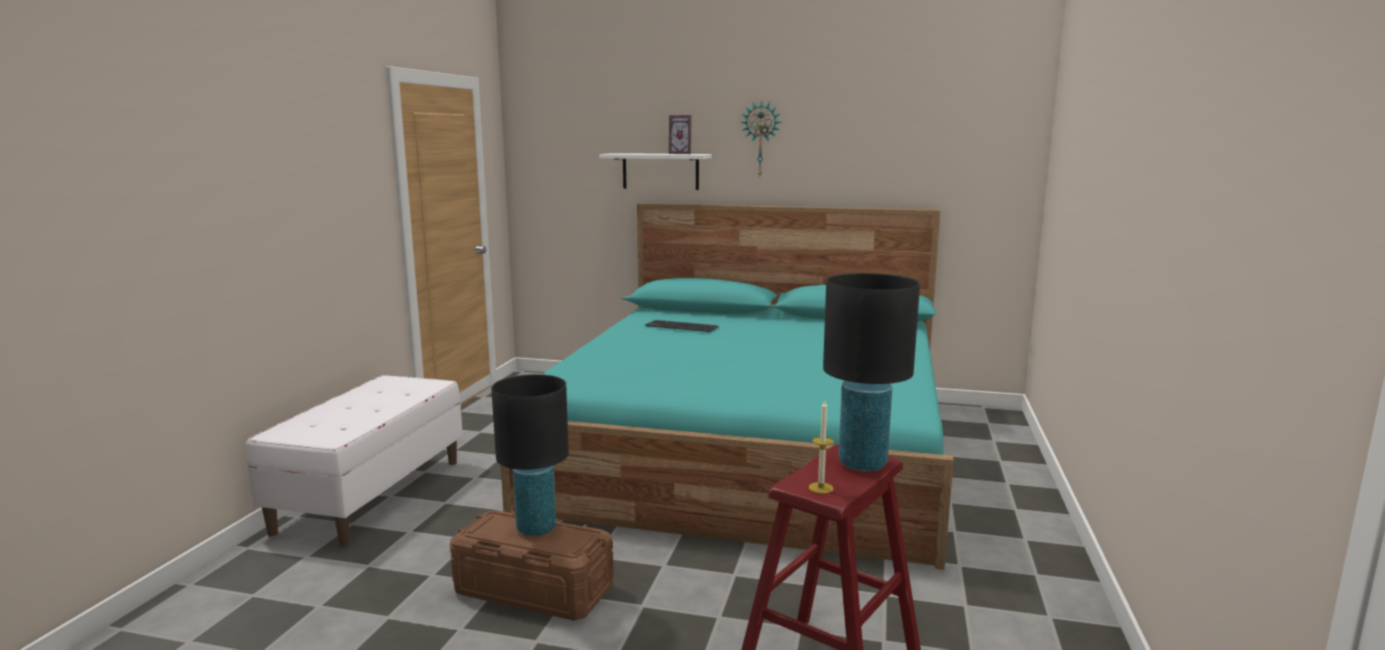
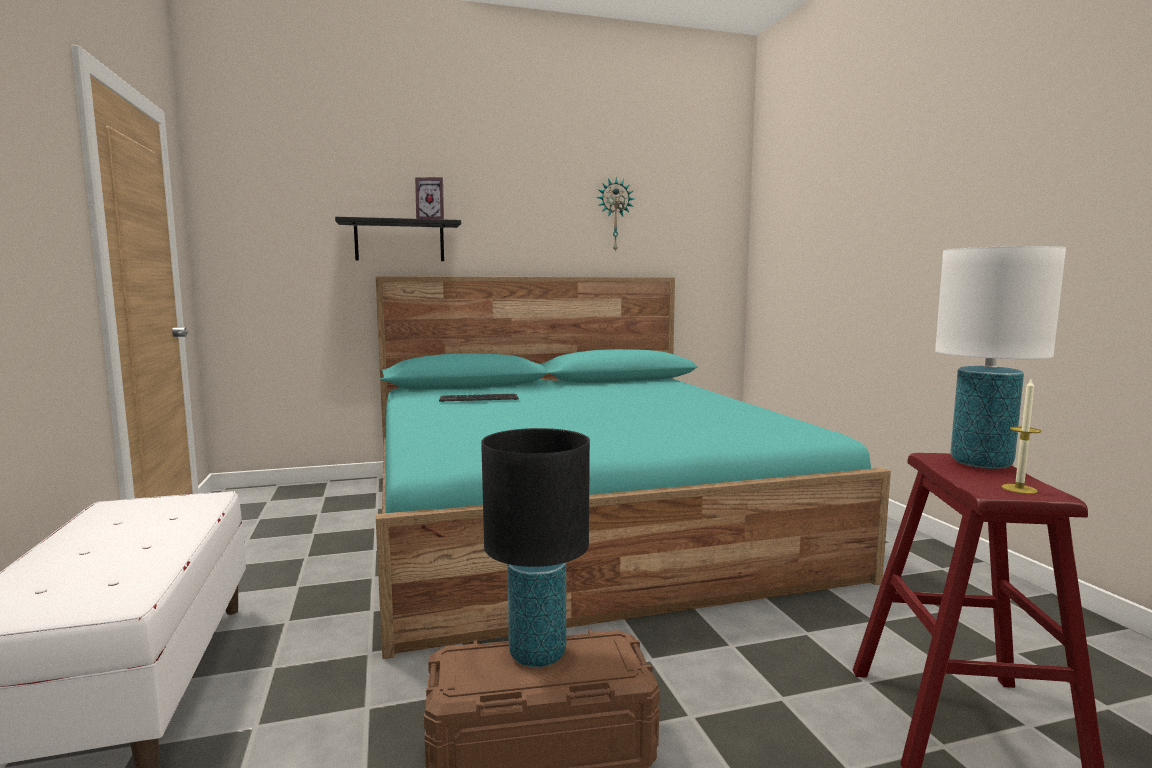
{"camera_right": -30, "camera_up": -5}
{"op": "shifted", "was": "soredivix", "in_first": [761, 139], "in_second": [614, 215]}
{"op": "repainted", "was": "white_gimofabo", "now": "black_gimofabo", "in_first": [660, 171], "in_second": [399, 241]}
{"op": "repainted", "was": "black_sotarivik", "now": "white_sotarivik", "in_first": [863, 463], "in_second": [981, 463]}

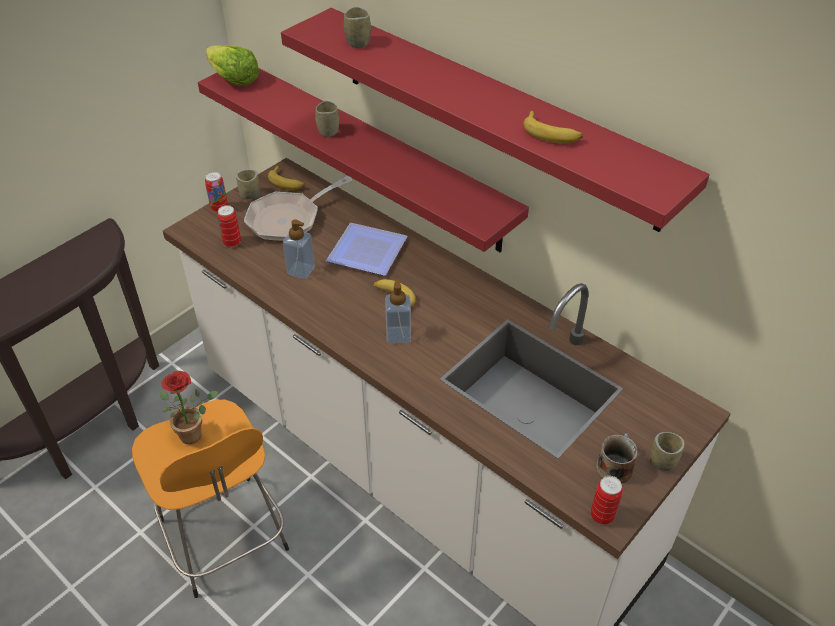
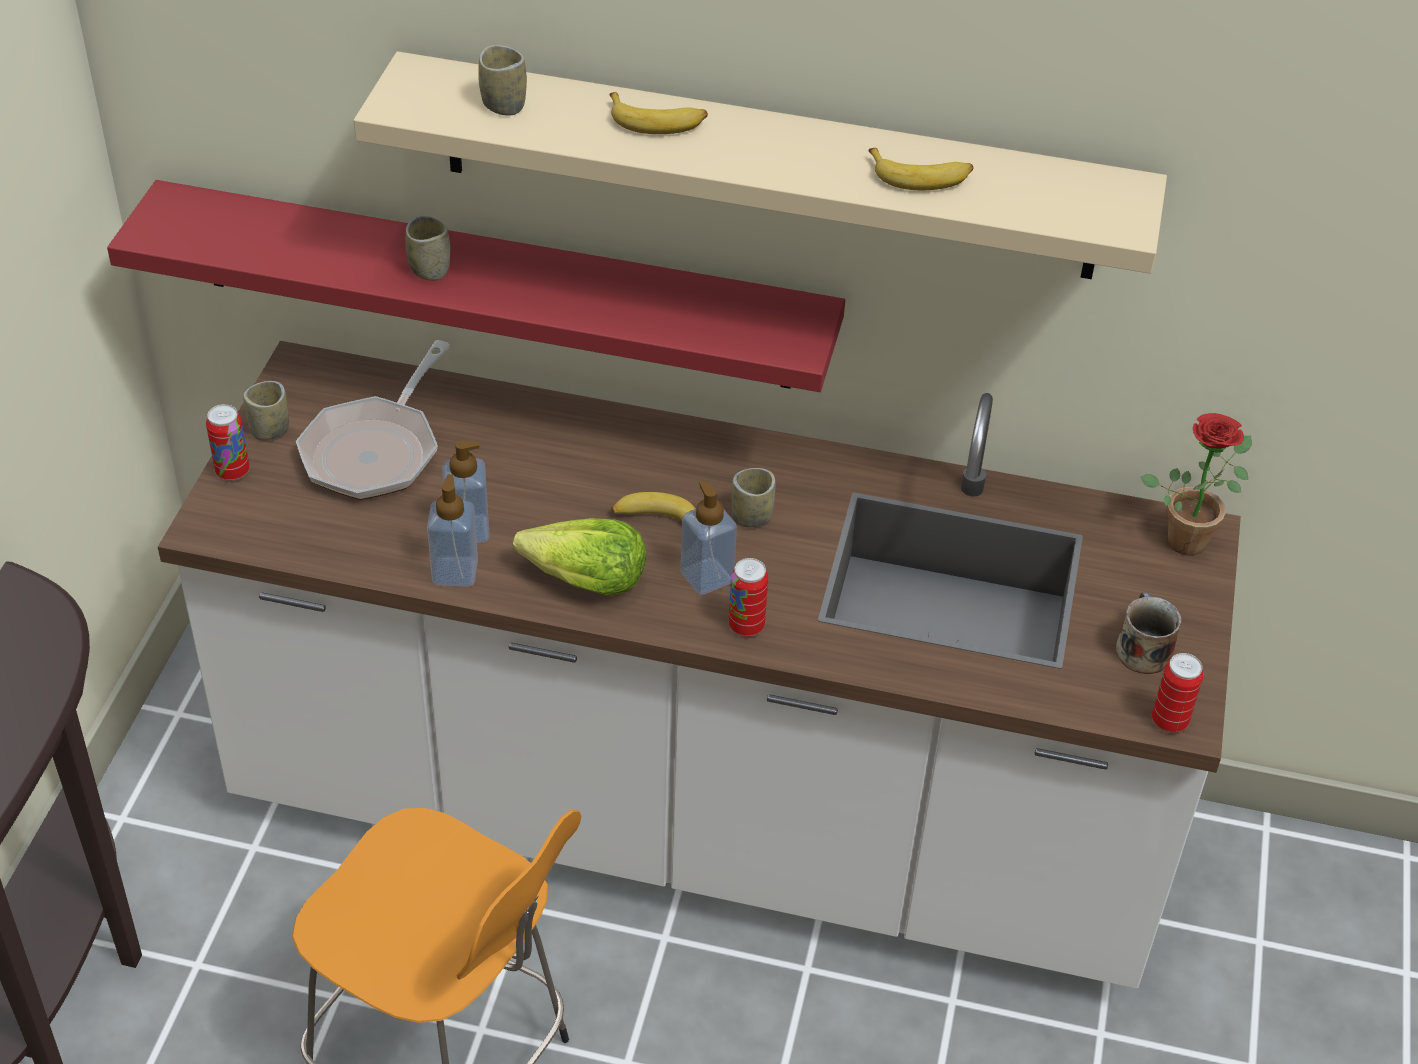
{"camera_right": -30, "camera_up": 0}
{"op": "repainted", "was": "red_gimofabo", "now": "beige_gimofabo", "in_first": [494, 115], "in_second": [768, 167]}
{"op": "shifted", "was": "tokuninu", "in_first": [233, 79], "in_second": [585, 581]}
{"op": "shifted", "was": "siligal", "in_first": [287, 182], "in_second": [657, 121]}
{"op": "shifted", "was": "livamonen", "in_first": [232, 242], "in_second": [746, 626]}
{"op": "gone", "was": "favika", "in_first": [364, 253]}
{"op": "shifted", "was": "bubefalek", "in_first": [195, 433], "in_second": [1189, 536]}
{"op": "shifted", "was": "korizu", "in_first": [662, 462], "in_second": [751, 517]}
{"op": "new", "now": "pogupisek", "in_second": [455, 572]}

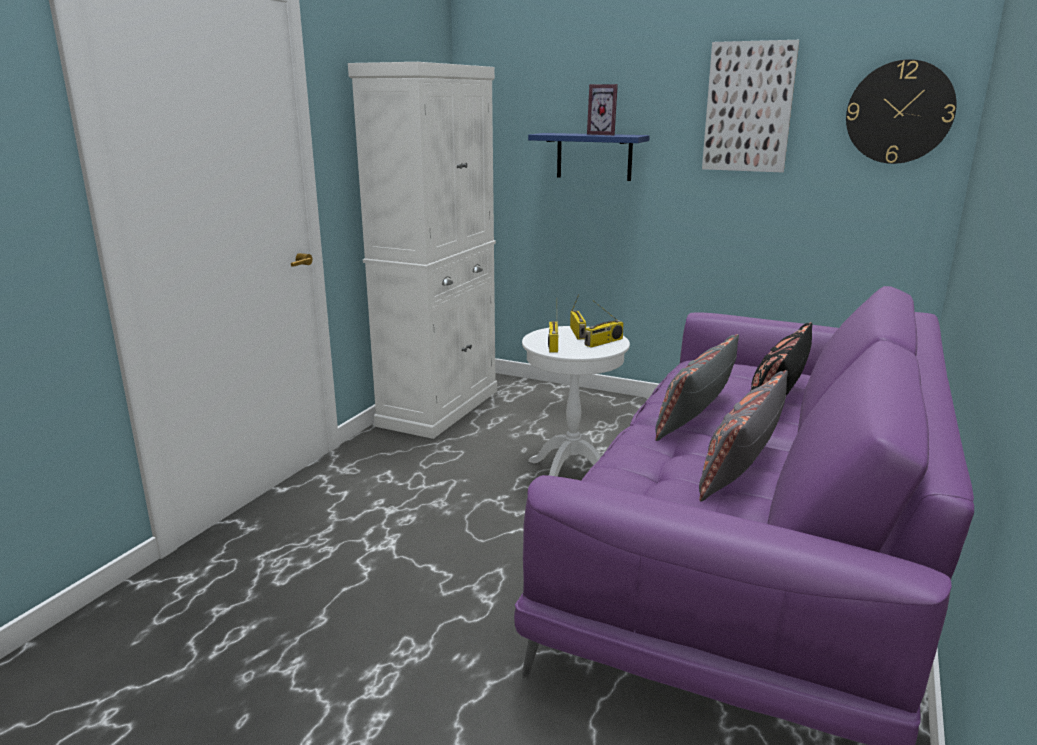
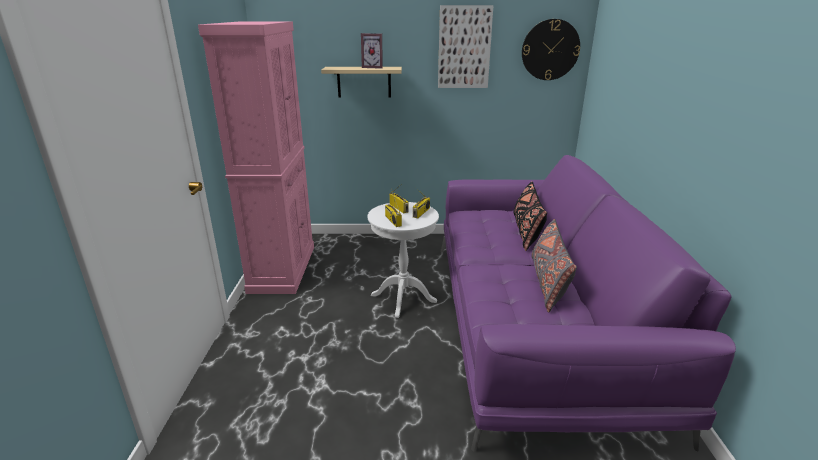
{"camera_right": -25, "camera_up": 5}
{"op": "repainted", "was": "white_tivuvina", "now": "pink_tivuvina", "in_first": [439, 407], "in_second": [283, 268]}
{"op": "repainted", "was": "blue_gimofabo", "now": "beige_gimofabo", "in_first": [594, 156], "in_second": [364, 82]}
{"op": "gone", "was": "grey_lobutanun", "in_first": [696, 416]}

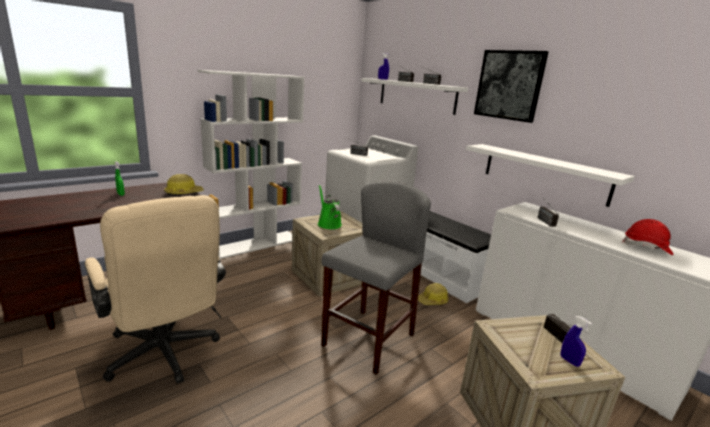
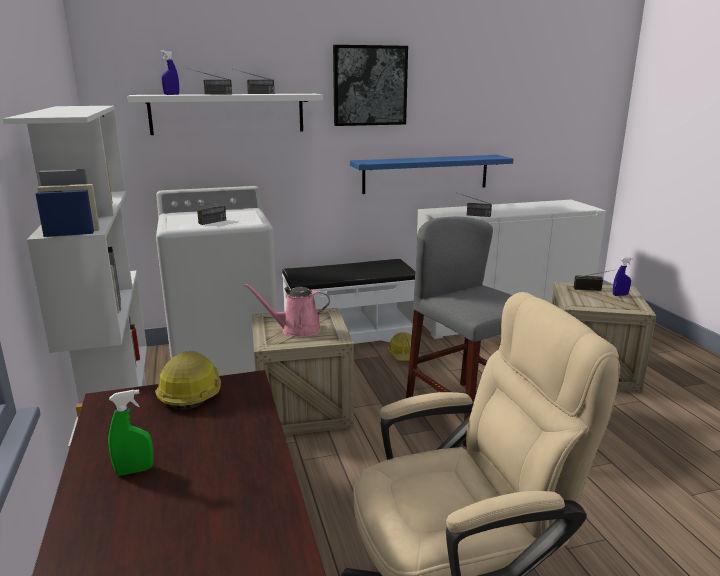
{"camera_right": -65, "camera_up": 0}
{"op": "repainted", "was": "white_gimofabo", "now": "blue_gimofabo", "in_first": [544, 173], "in_second": [425, 174]}
{"op": "repainted", "was": "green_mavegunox", "now": "pink_mavegunox", "in_first": [328, 223], "in_second": [296, 330]}
{"op": "gone", "was": "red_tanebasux", "in_first": [647, 247]}

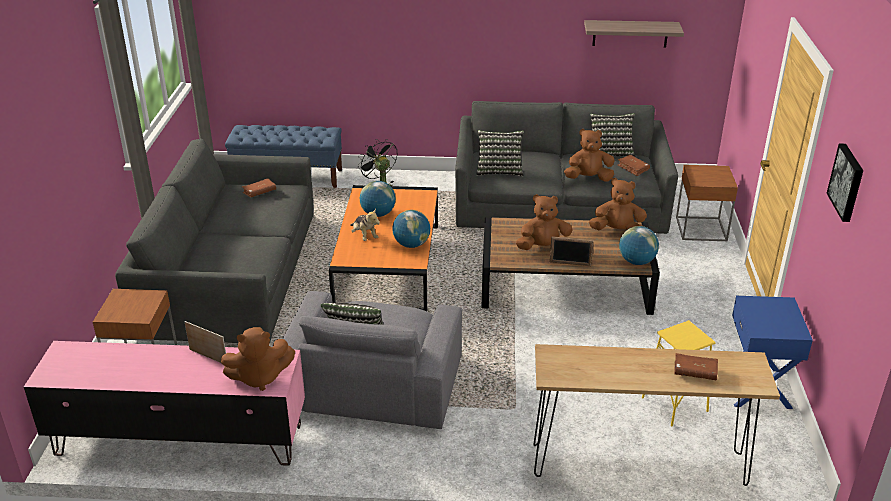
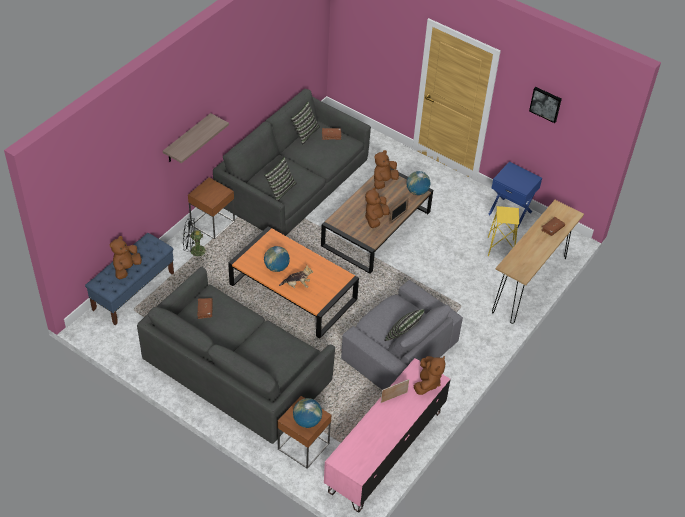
{"camera_right": -60, "camera_up": 15}
{"op": "shifted", "was": "gimofabo", "in_first": [630, 33], "in_second": [187, 139]}
{"op": "shifted", "was": "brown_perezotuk", "in_first": [588, 178], "in_second": [126, 268]}
{"op": "shifted", "was": "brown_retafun", "in_first": [701, 229], "in_second": [212, 223]}
{"op": "shifted", "was": "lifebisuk", "in_first": [411, 244], "in_second": [307, 421]}

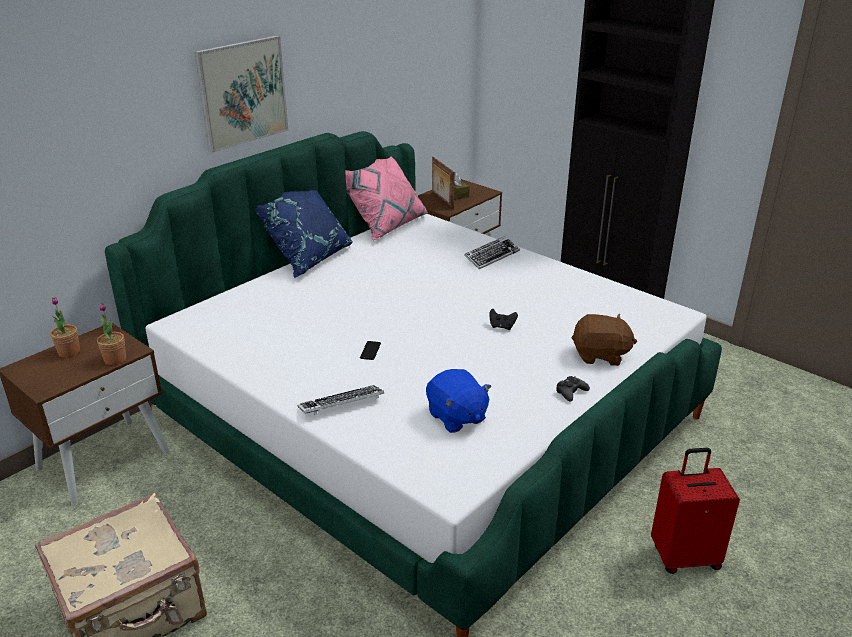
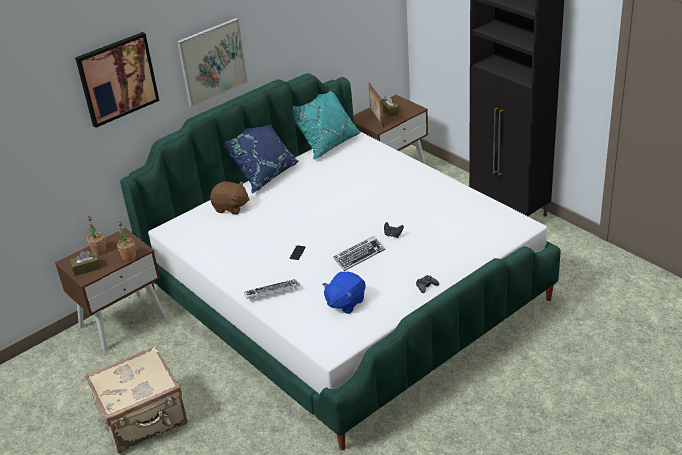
{"camera_right": 10, "camera_up": 5}
{"op": "repainted", "was": "pink_lobutanun", "now": "turquoise_lobutanun", "in_first": [384, 224], "in_second": [326, 143]}
{"op": "shifted", "was": "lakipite", "in_first": [492, 256], "in_second": [359, 256]}
{"op": "shifted", "was": "brown_perezotuk", "in_first": [600, 355], "in_second": [231, 207]}
{"op": "rotated", "was": "blue_perezotuk", "in_first": [456, 417], "in_second": [345, 302], "clockwise": 60}
{"op": "gone", "was": "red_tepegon", "in_first": [684, 556]}
{"op": "new", "now": "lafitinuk", "in_second": [117, 79]}
{"op": "new", "now": "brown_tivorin", "in_second": [86, 268]}

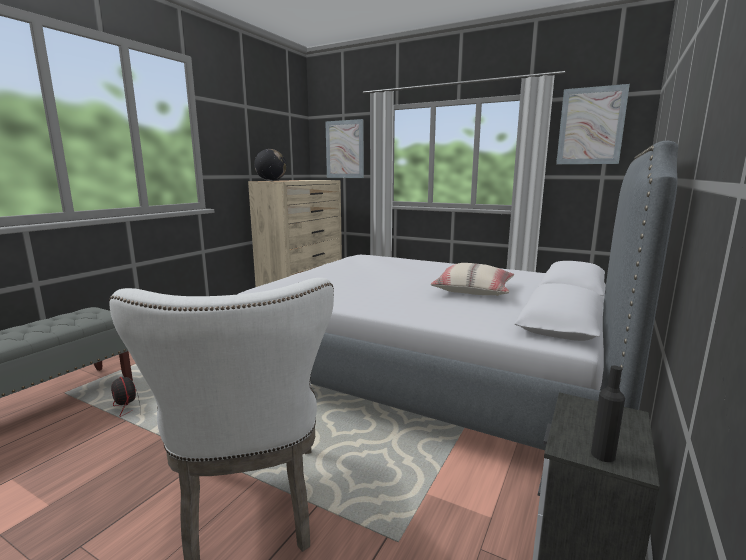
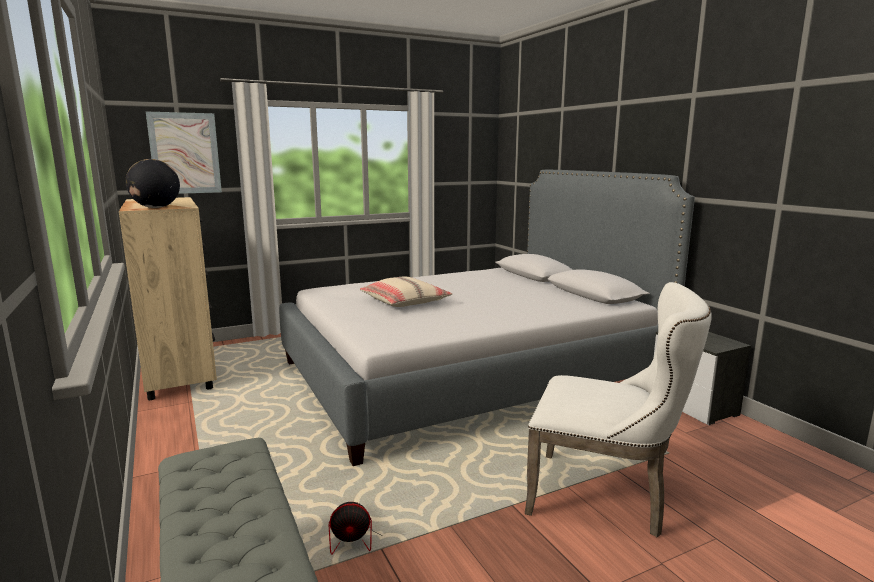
{"camera_right": -55, "camera_up": 0}
{"op": "gone", "was": "lafitinuk", "in_first": [591, 126]}
{"op": "shifted", "was": "beige_lobutanun", "in_first": [473, 290], "in_second": [405, 302]}
{"op": "gone", "was": "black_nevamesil", "in_first": [603, 455]}

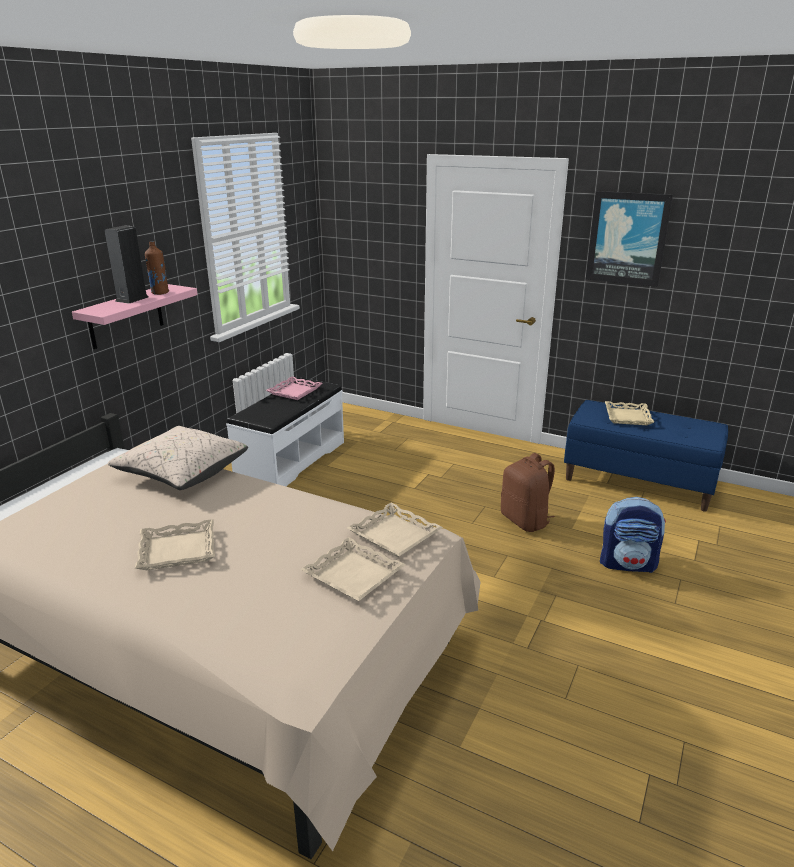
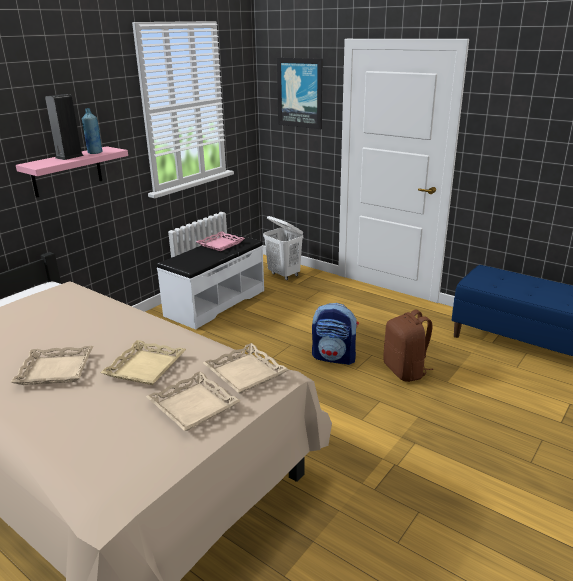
{"camera_right": 10, "camera_up": 0}
{"op": "shifted", "was": "lafitinuk", "in_first": [627, 238], "in_second": [300, 93]}
{"op": "repainted", "was": "brown_nevamesil", "now": "blue_nevamesil", "in_first": [160, 293], "in_second": [95, 153]}
{"op": "shifted", "was": "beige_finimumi", "in_first": [627, 417], "in_second": [145, 367]}
{"op": "gone", "was": "beige_lobutanun", "in_first": [182, 472]}
{"op": "shifted", "was": "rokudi", "in_first": [628, 564], "in_second": [334, 357]}
{"op": "new", "now": "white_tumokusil", "in_second": [284, 275]}

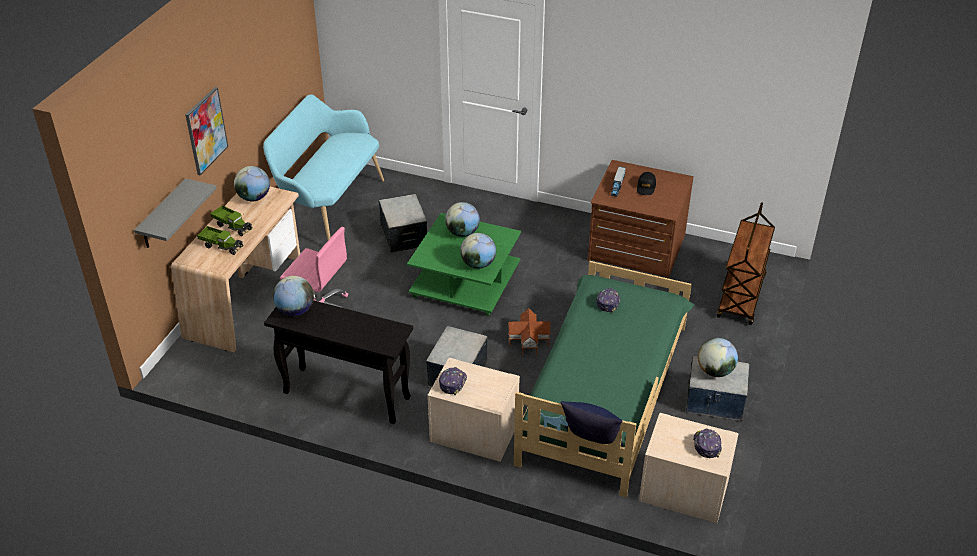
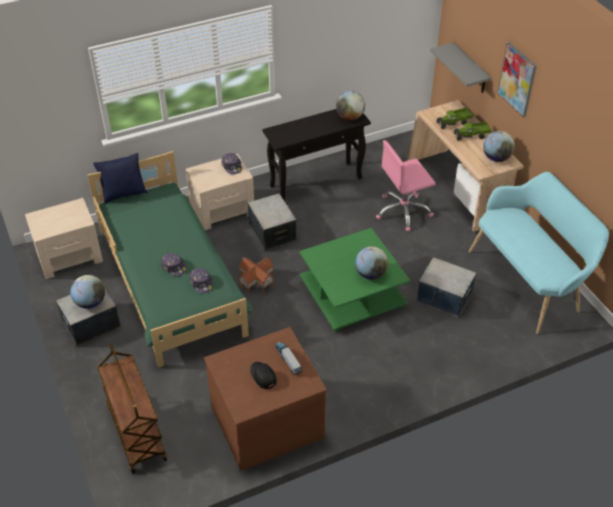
{"camera_right": 135, "camera_up": 5}
{"op": "gone", "was": "lifebisuk", "in_first": [478, 264]}
{"op": "shifted", "was": "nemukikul", "in_first": [706, 445], "in_second": [174, 267]}

